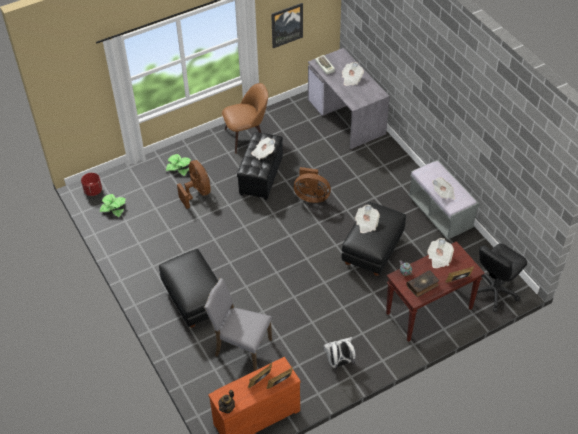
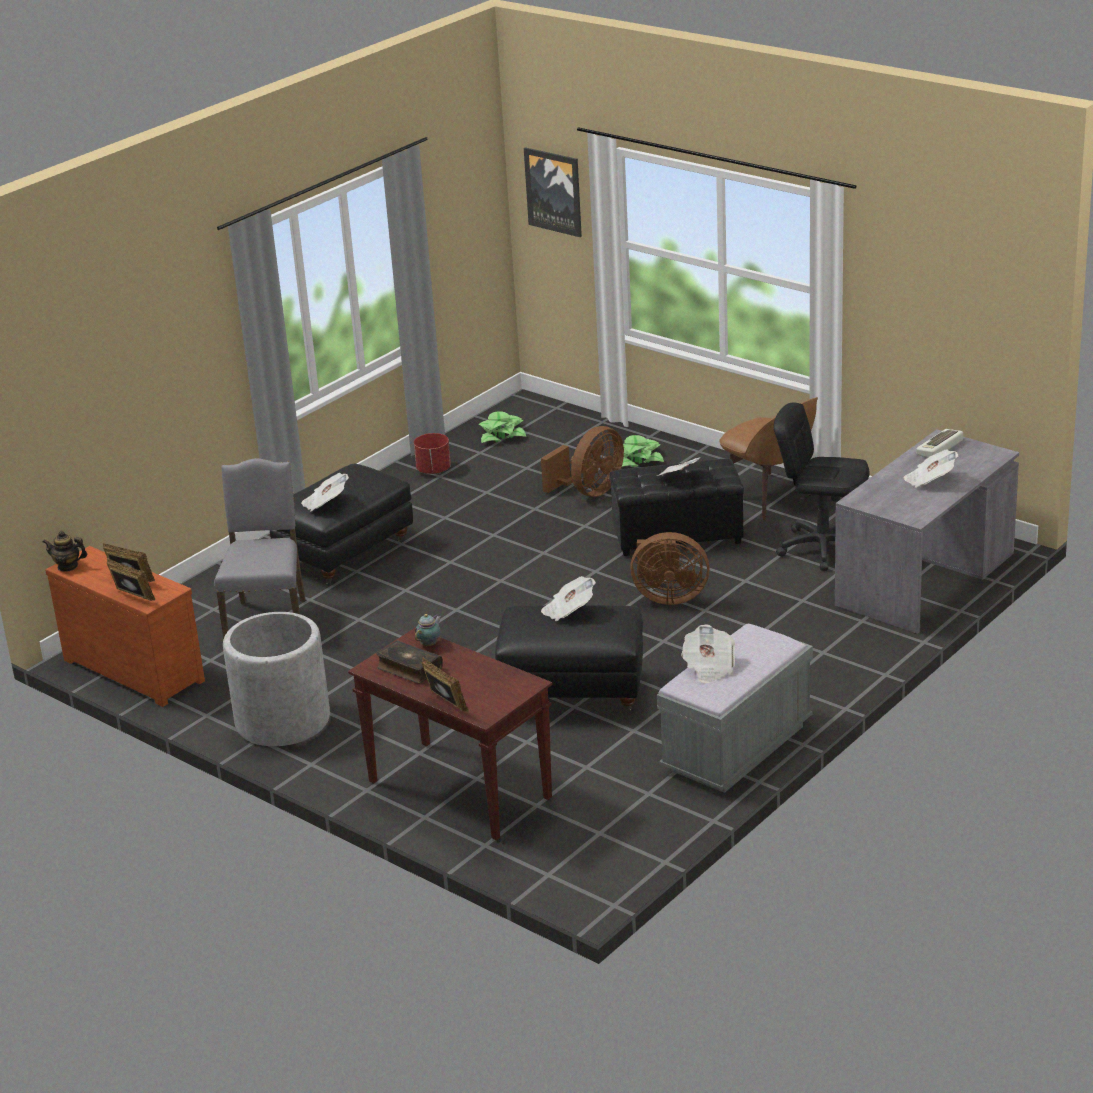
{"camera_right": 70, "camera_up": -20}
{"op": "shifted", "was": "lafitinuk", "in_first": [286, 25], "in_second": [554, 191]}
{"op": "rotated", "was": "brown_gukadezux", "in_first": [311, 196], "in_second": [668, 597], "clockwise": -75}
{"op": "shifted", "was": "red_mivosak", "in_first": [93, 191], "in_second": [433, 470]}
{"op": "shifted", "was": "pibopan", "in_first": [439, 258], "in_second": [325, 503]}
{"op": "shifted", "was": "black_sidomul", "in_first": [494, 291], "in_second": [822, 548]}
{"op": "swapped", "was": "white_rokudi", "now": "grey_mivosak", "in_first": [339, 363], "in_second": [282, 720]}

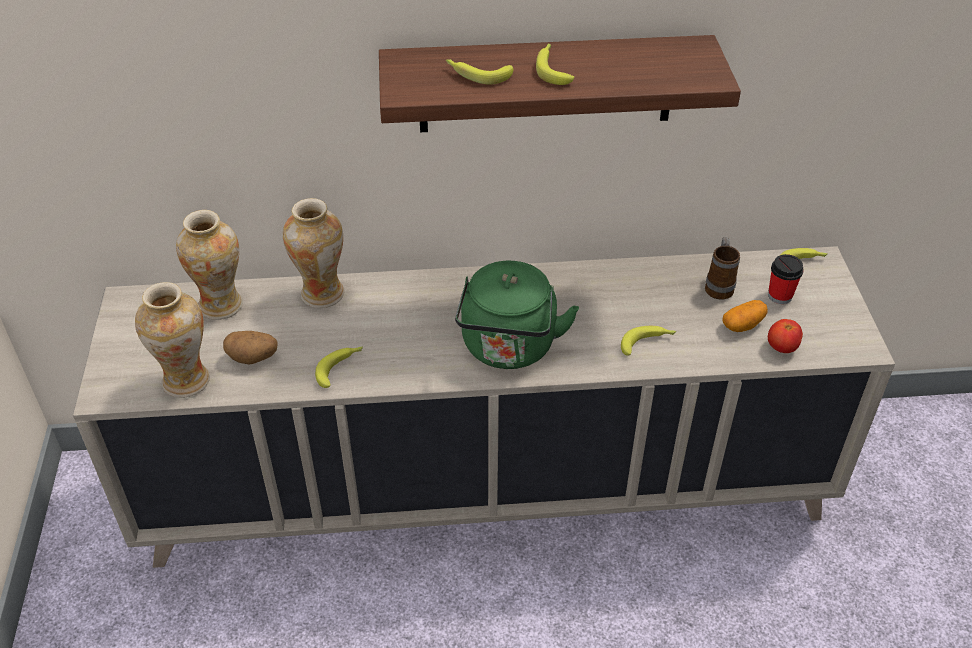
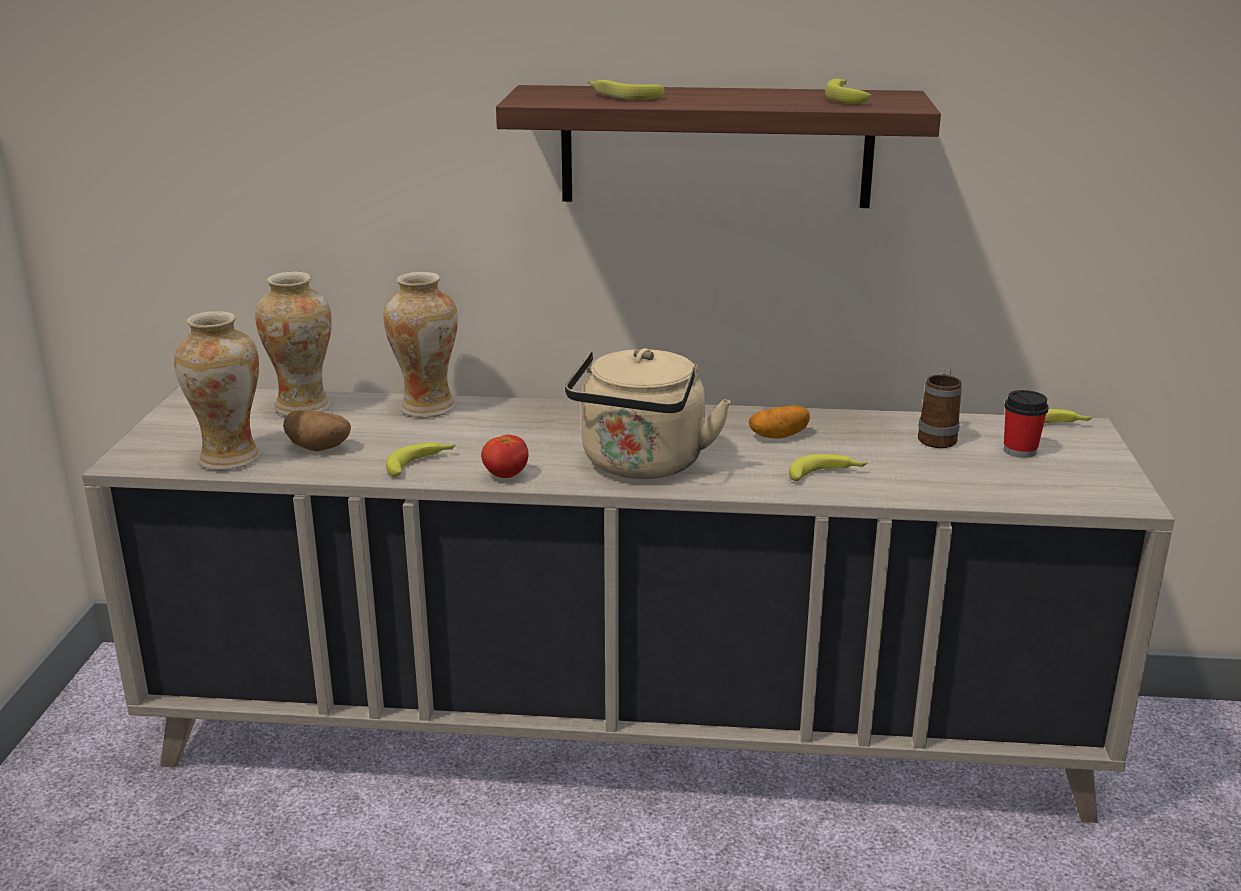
{"camera_right": 10, "camera_up": -20}
{"op": "shifted", "was": "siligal", "in_first": [553, 69], "in_second": [846, 97]}
{"op": "repainted", "was": "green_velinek", "now": "beige_velinek", "in_first": [508, 349], "in_second": [641, 465]}
{"op": "shifted", "was": "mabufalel", "in_first": [743, 325], "in_second": [778, 436]}
{"op": "shifted", "was": "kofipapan", "in_first": [781, 348], "in_second": [505, 476]}

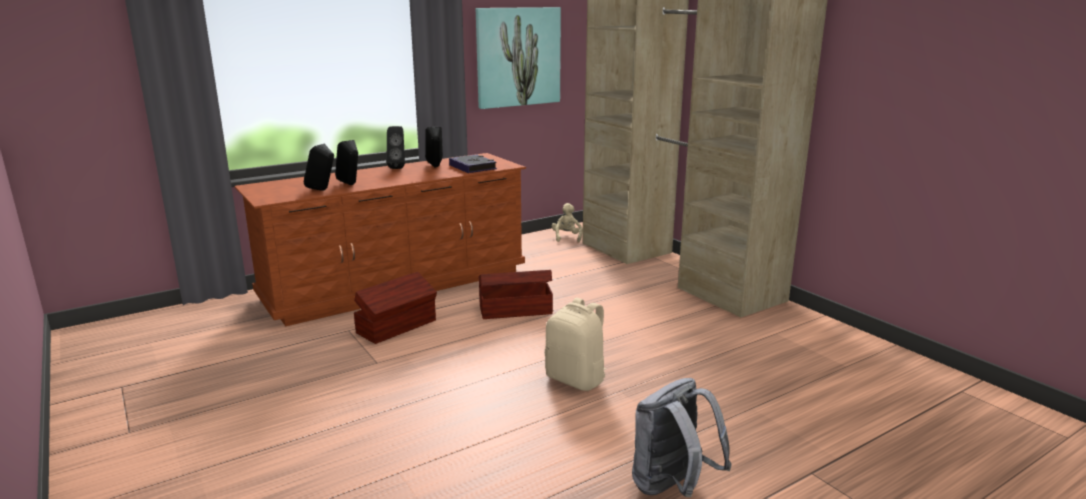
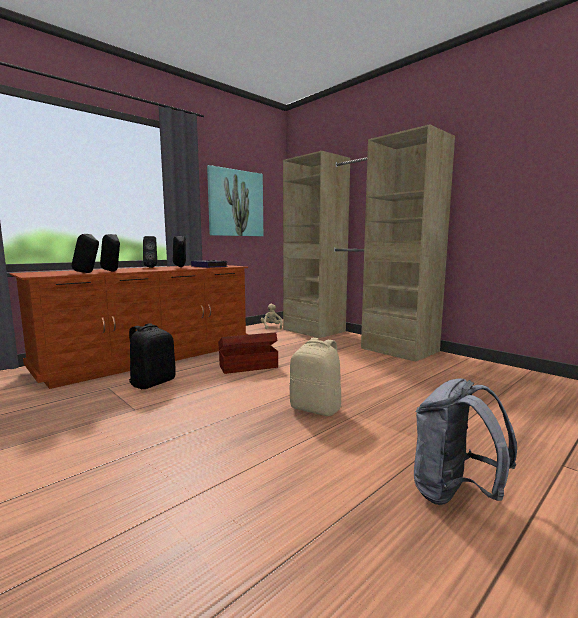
{"camera_right": -10, "camera_up": -10}
{"op": "swapped", "was": "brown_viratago", "now": "black_rokudi", "in_first": [398, 327], "in_second": [153, 383]}

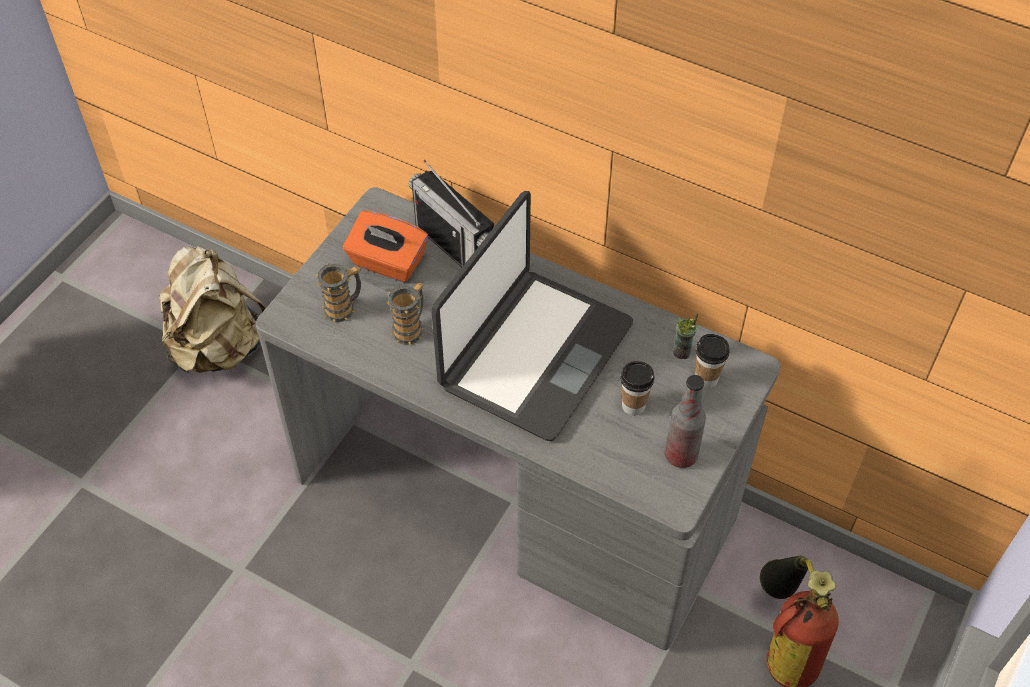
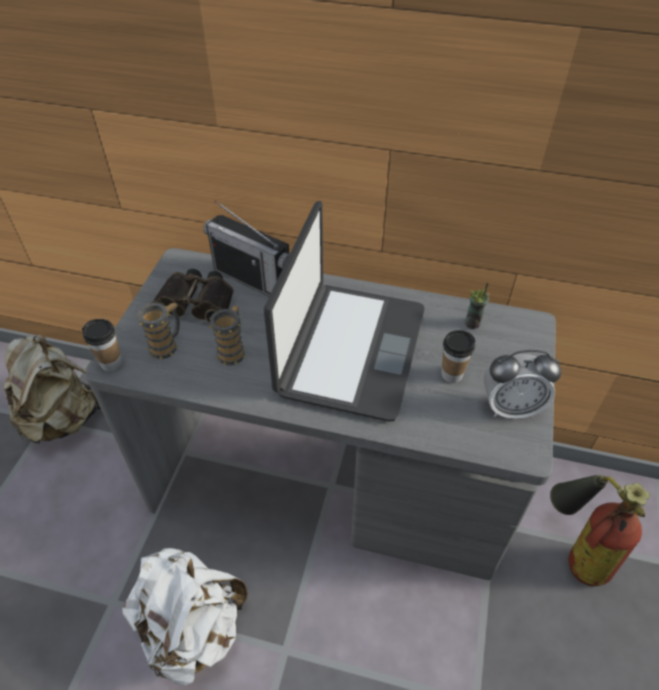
{"camera_right": -15, "camera_up": -5}
{"op": "swapped", "was": "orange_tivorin", "now": "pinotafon", "in_first": [387, 262], "in_second": [197, 302]}
{"op": "shifted", "was": "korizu", "in_first": [706, 379], "in_second": [111, 363]}
{"op": "swapped", "was": "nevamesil", "now": "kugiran", "in_first": [680, 455], "in_second": [510, 407]}
{"op": "new", "now": "white_rokudi", "in_second": [193, 628]}

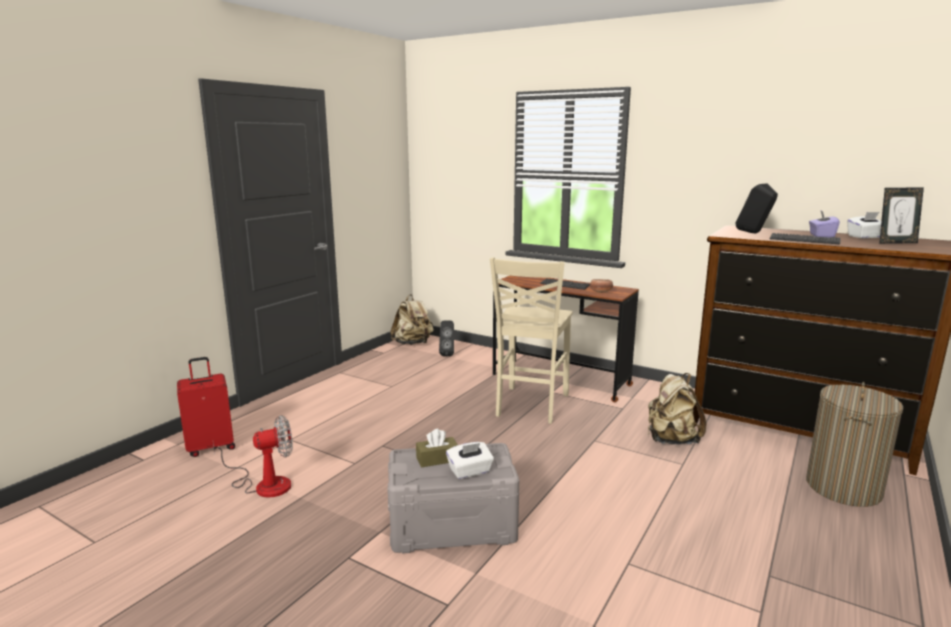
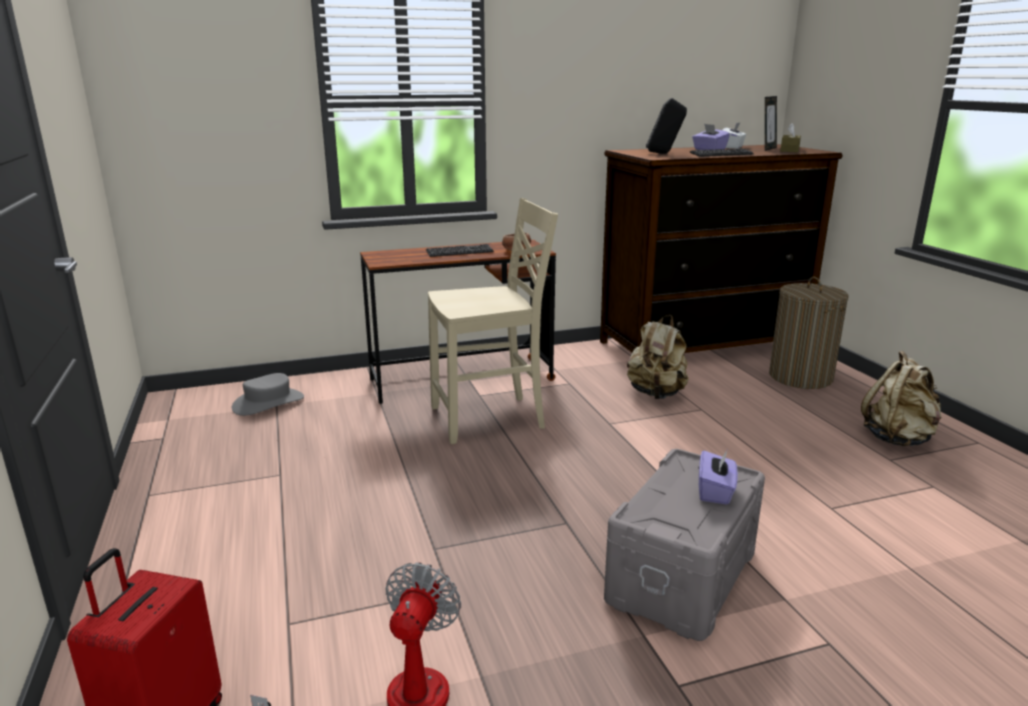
{"camera_right": -50, "camera_up": 5}
{"op": "rotated", "was": "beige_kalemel", "in_first": [530, 405], "in_second": [490, 419], "clockwise": -75}
{"op": "shifted", "was": "beige_rokudi", "in_first": [413, 343], "in_second": [898, 439]}
{"op": "swapped", "was": "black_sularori", "now": "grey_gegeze", "in_first": [447, 354], "in_second": [268, 403]}
{"op": "shifted", "was": "brown_tivorin", "in_first": [437, 459], "in_second": [789, 150]}
{"op": "repainted", "was": "white_tivorin", "now": "purple_tivorin", "in_first": [470, 471], "in_second": [715, 491]}

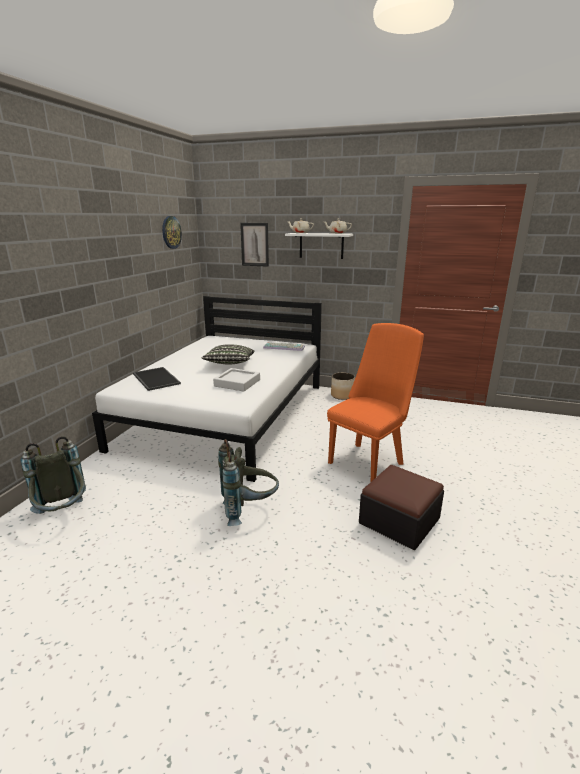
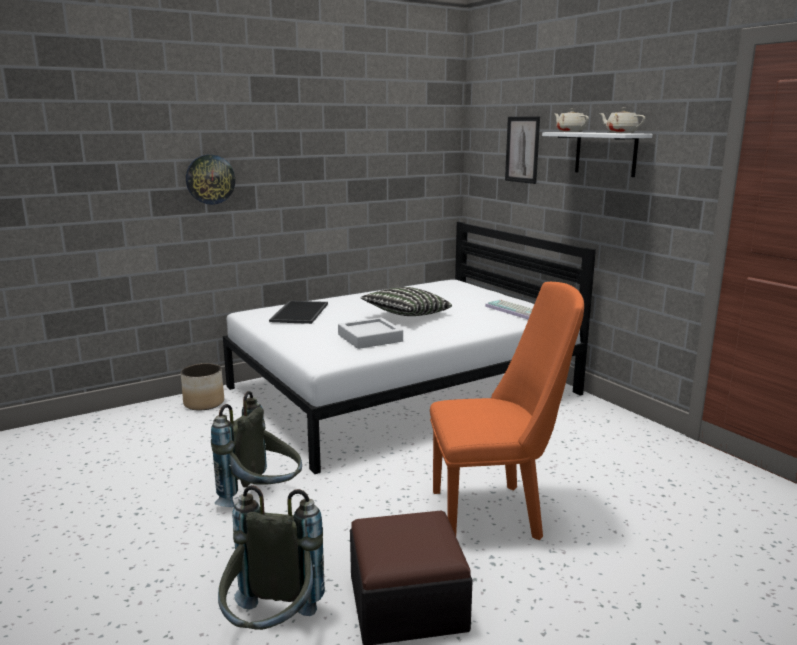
{"camera_right": 40, "camera_up": -5}
{"op": "shifted", "was": "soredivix", "in_first": [171, 232], "in_second": [210, 179]}
{"op": "shifted", "was": "mivosak", "in_first": [342, 396], "in_second": [204, 403]}
{"op": "shifted", "was": "grey_rokudi", "in_first": [63, 515], "in_second": [272, 630]}

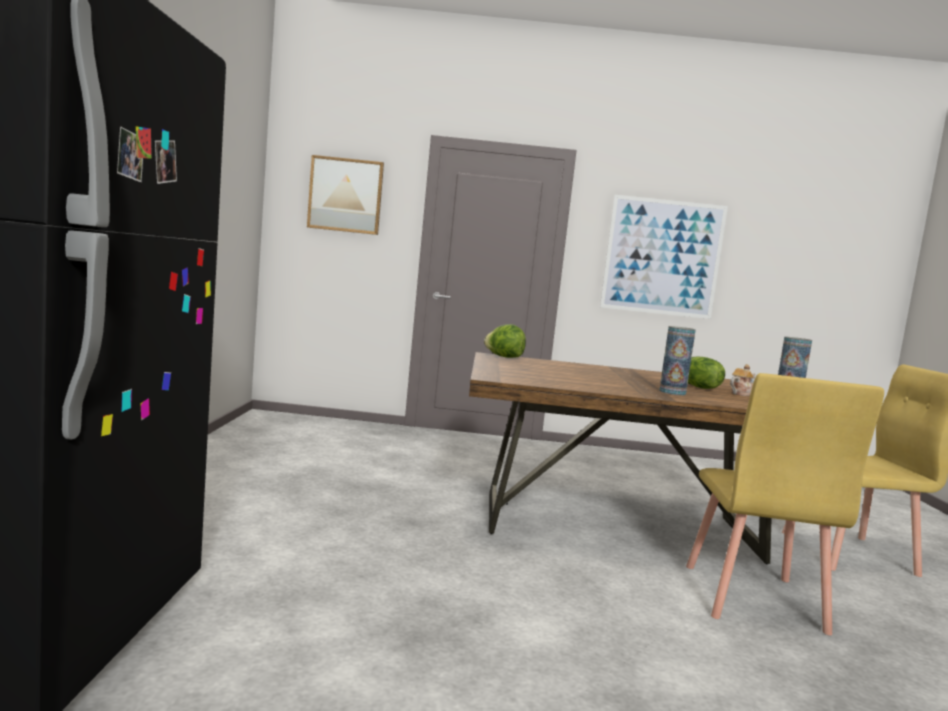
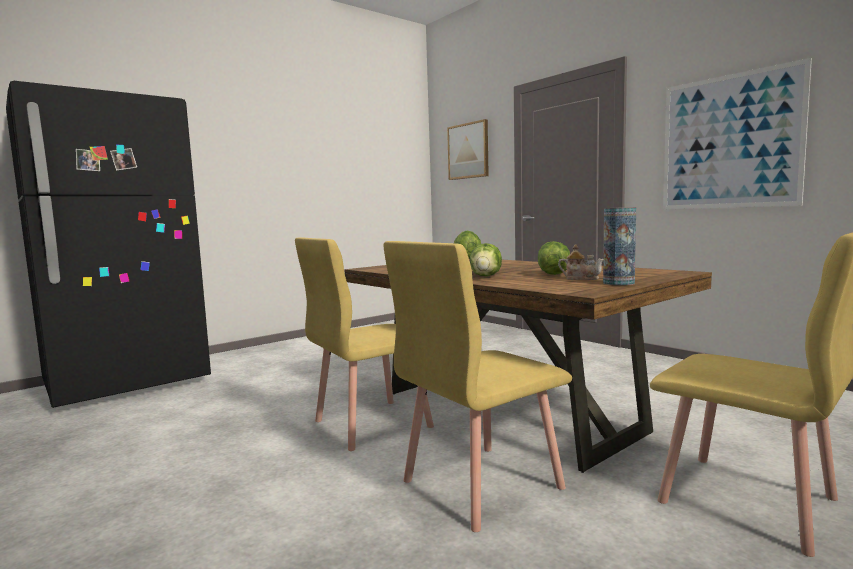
{"camera_right": 50, "camera_up": 0}
{"op": "swapped", "was": "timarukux", "now": "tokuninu", "in_first": [672, 392], "in_second": [486, 276]}
{"op": "new", "now": "yellow_kalemel", "in_second": [371, 423]}

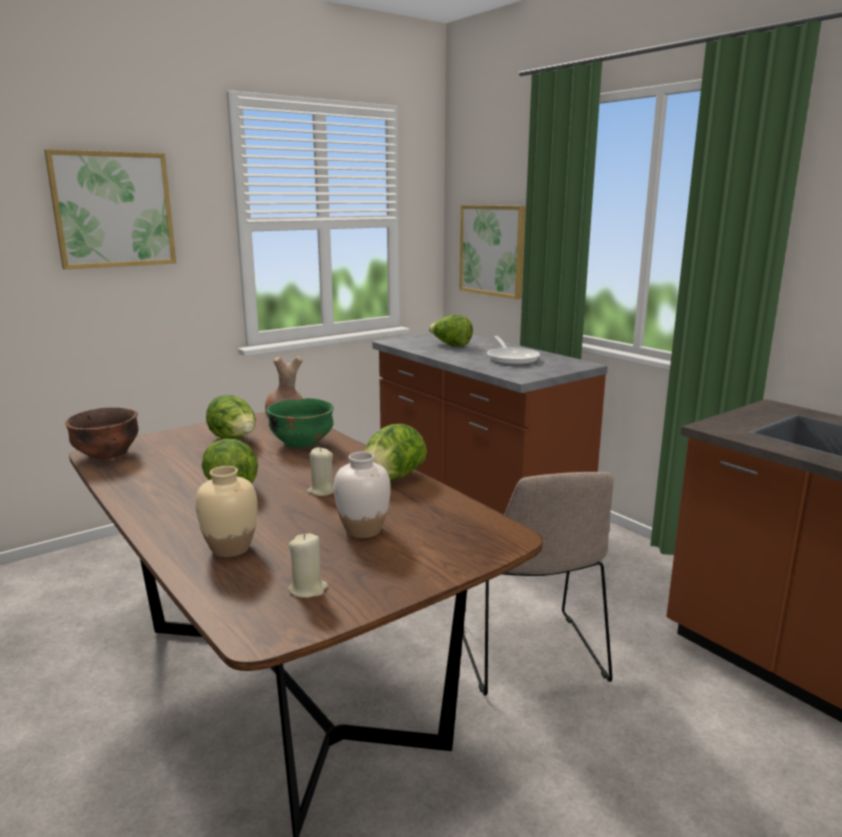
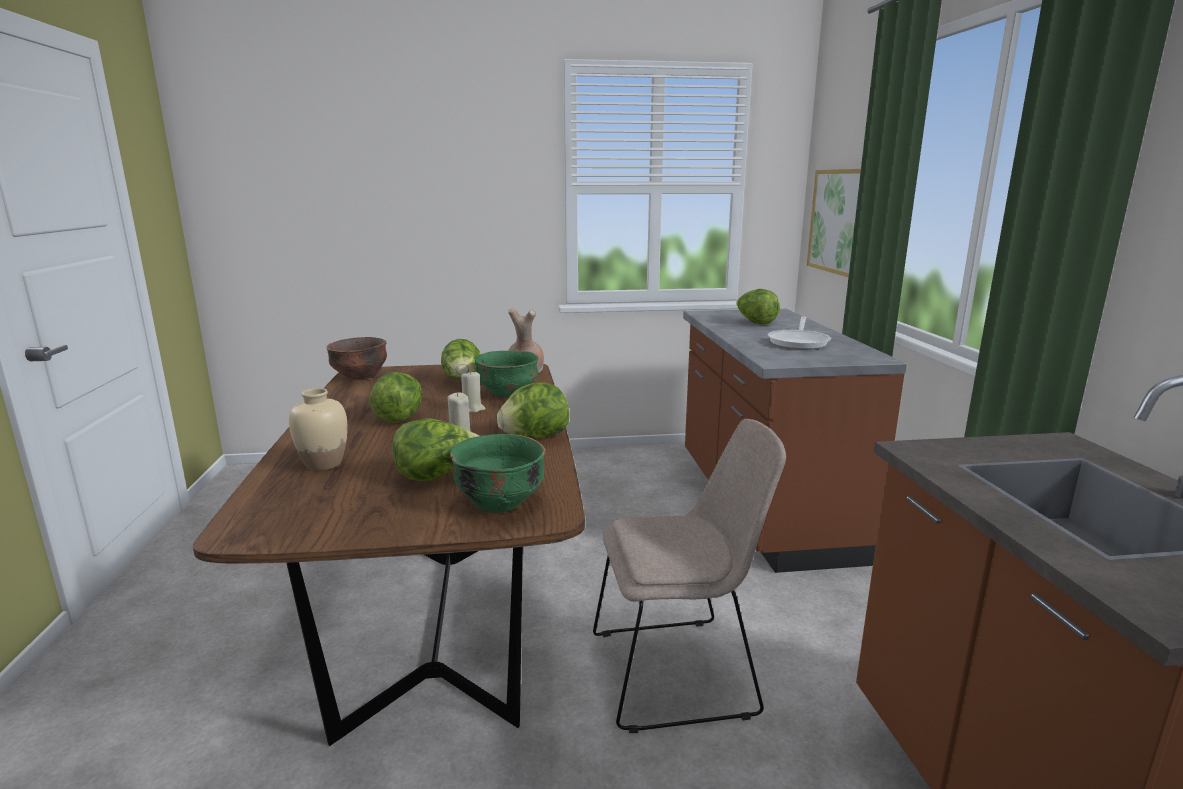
{"camera_right": 30, "camera_up": 0}
{"op": "gone", "was": "lafitinuk", "in_first": [113, 210]}
{"op": "swapped", "was": "white_timarukux", "now": "tokuninu", "in_first": [363, 530], "in_second": [437, 475]}
{"op": "rotated", "was": "beige_kalemel", "in_first": [531, 657], "in_second": [678, 671], "clockwise": -120}
{"op": "shifted", "was": "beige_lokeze", "in_first": [308, 589], "in_second": [472, 409]}
{"op": "new", "now": "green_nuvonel", "in_second": [499, 502]}

